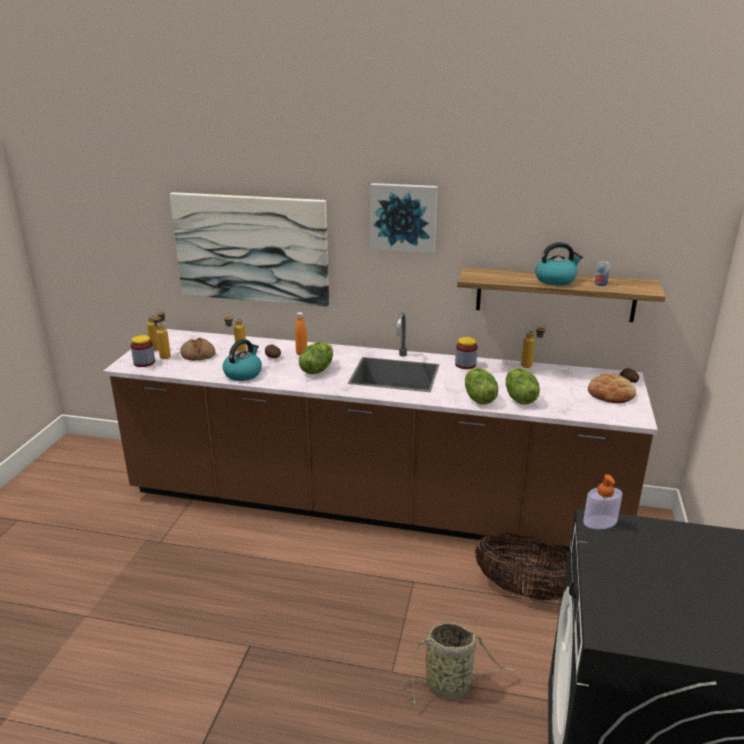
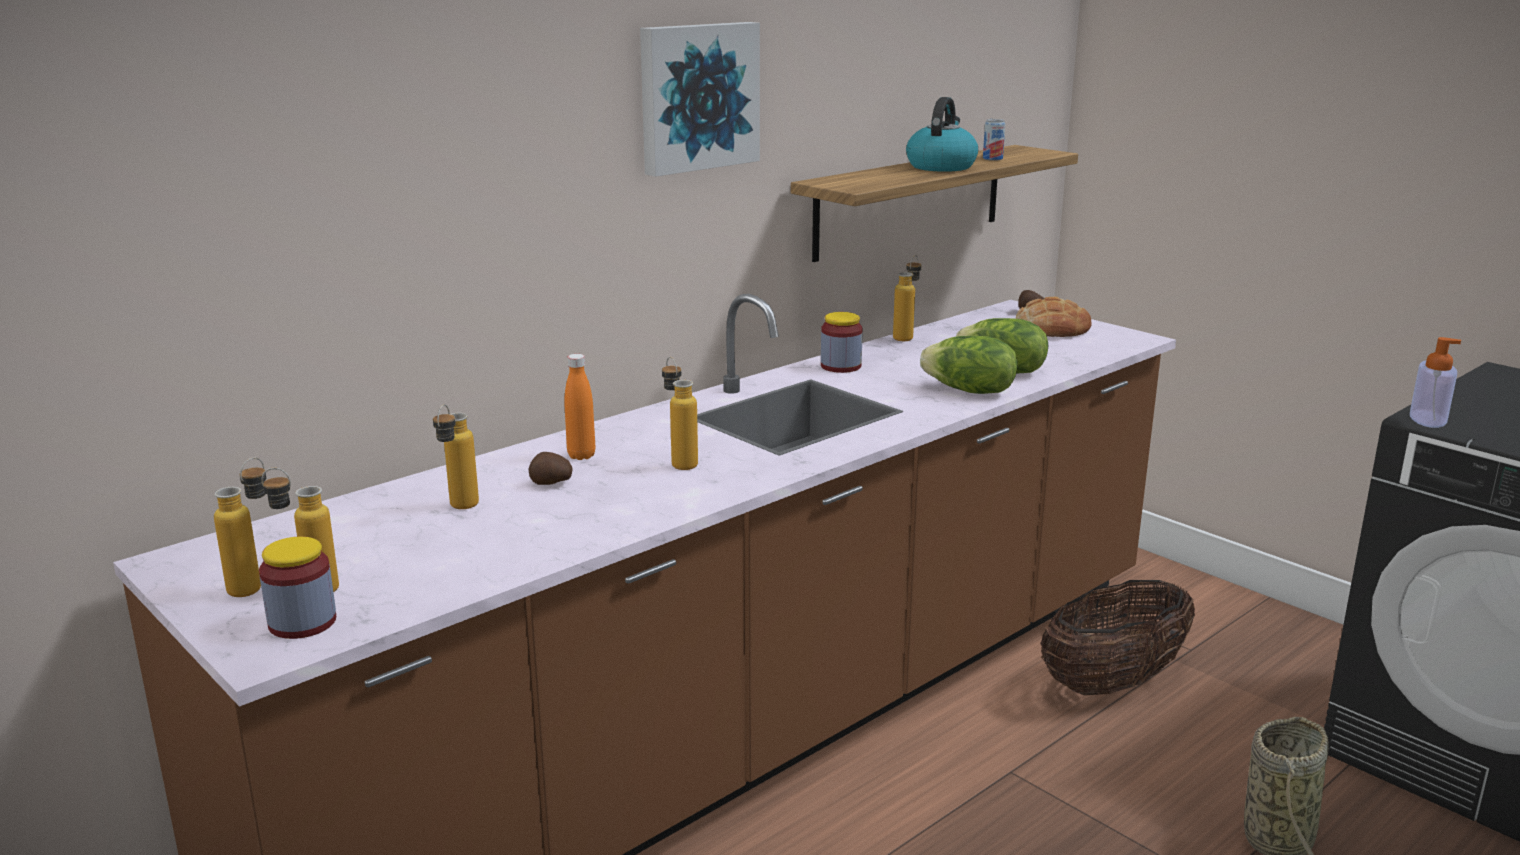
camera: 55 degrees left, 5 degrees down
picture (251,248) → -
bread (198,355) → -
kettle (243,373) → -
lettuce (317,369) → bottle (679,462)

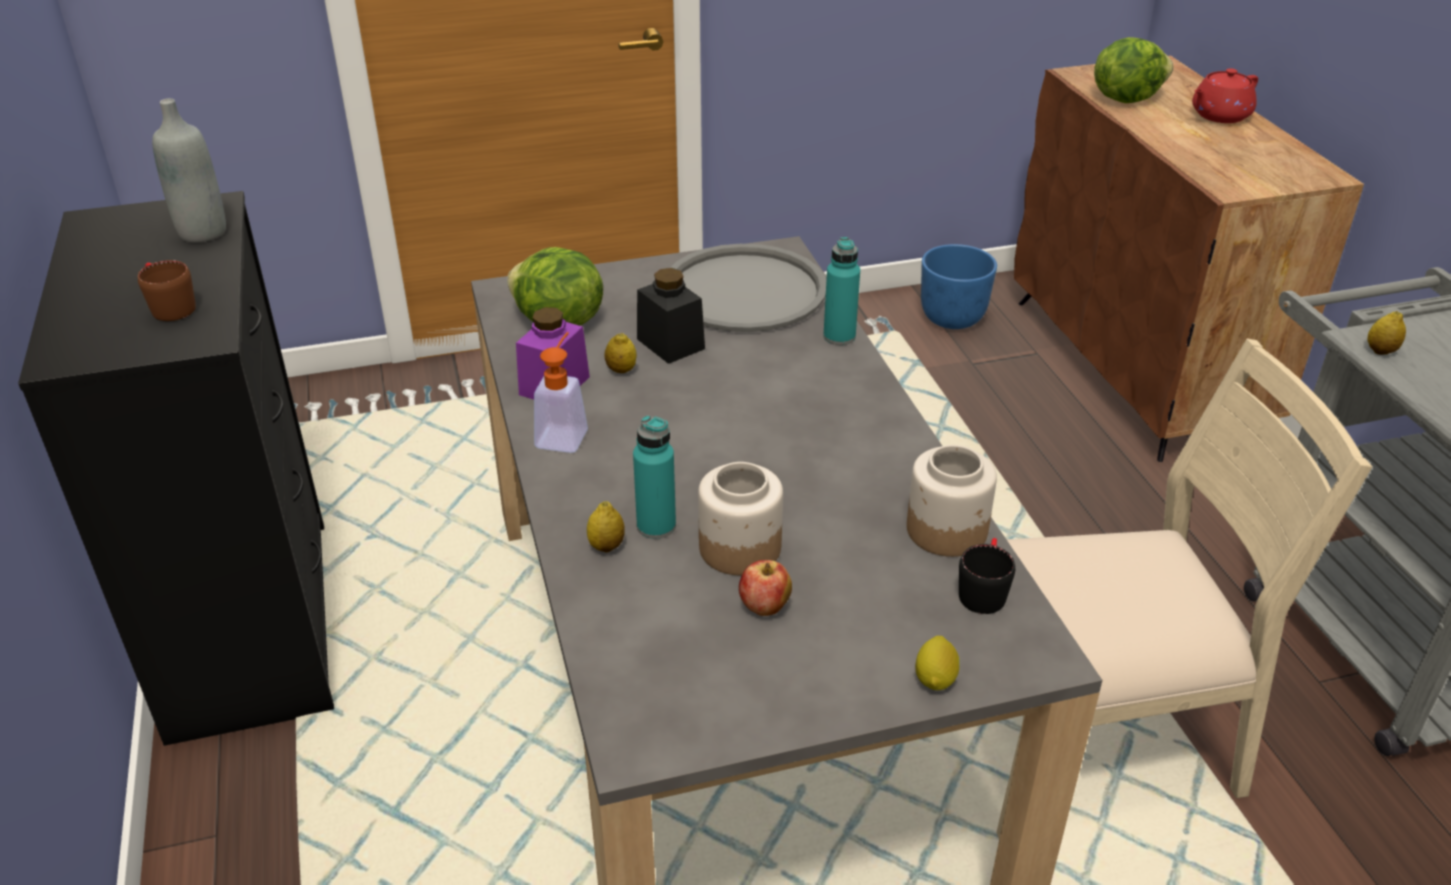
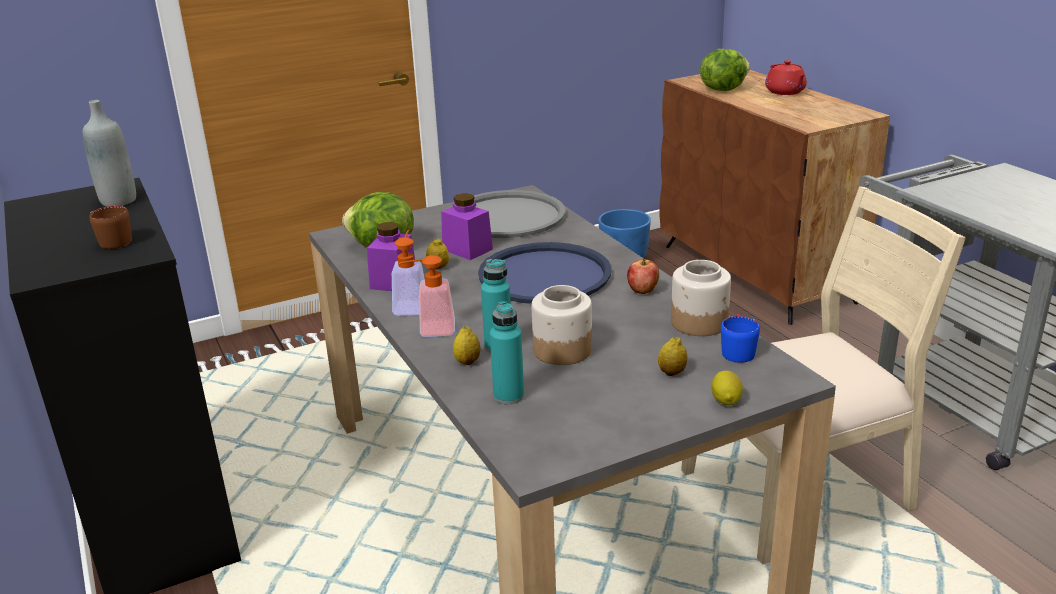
camera: 10 degrees left, 10 degrees down
jar in black (670,344) → jar in purple (467,249)
apple (764,607) → apple (642,291), shifted
bottle in turquoise (839,336) → bottle in turquoise (508,396), shifted
mug in black (983,590) → mug in blue (737,350)
teapot in red (1219,116) → teapot in red (785,92), 60 degrees counterclockwise
lemon (1380,351) → lemon (672,372), shifted
- → soap dispenser (430,330)
- → tray in blue (545,275)

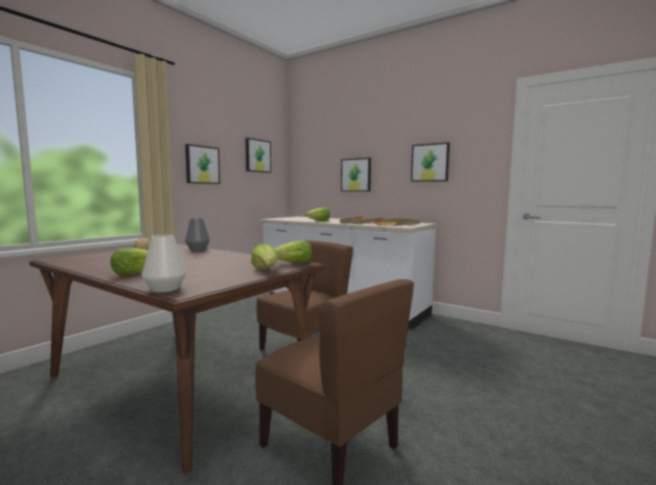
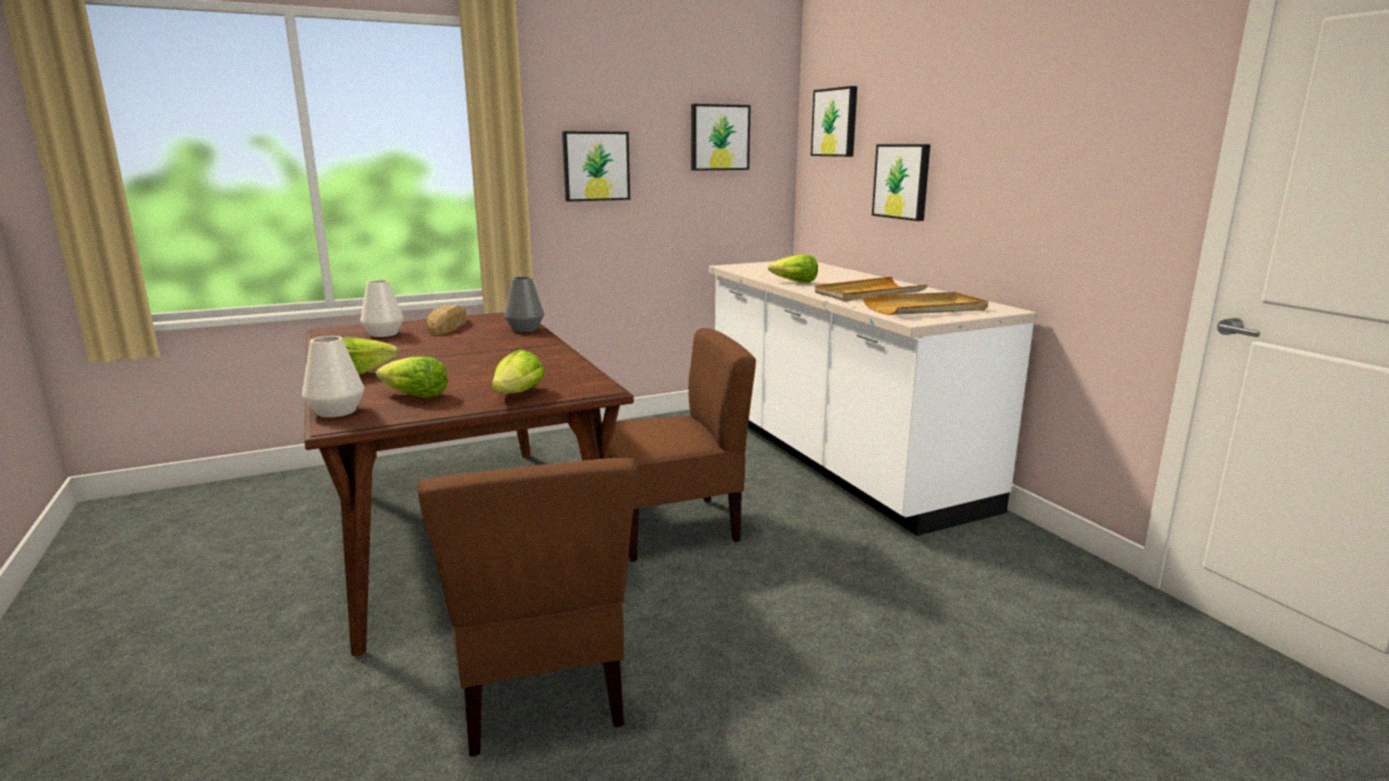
camera: 30 degrees right, 10 degrees up
lettuce (293,263) → lettuce (414,396), shifted
picture (430,162) → picture (835,122), shifted
- → vase in white (384,334)

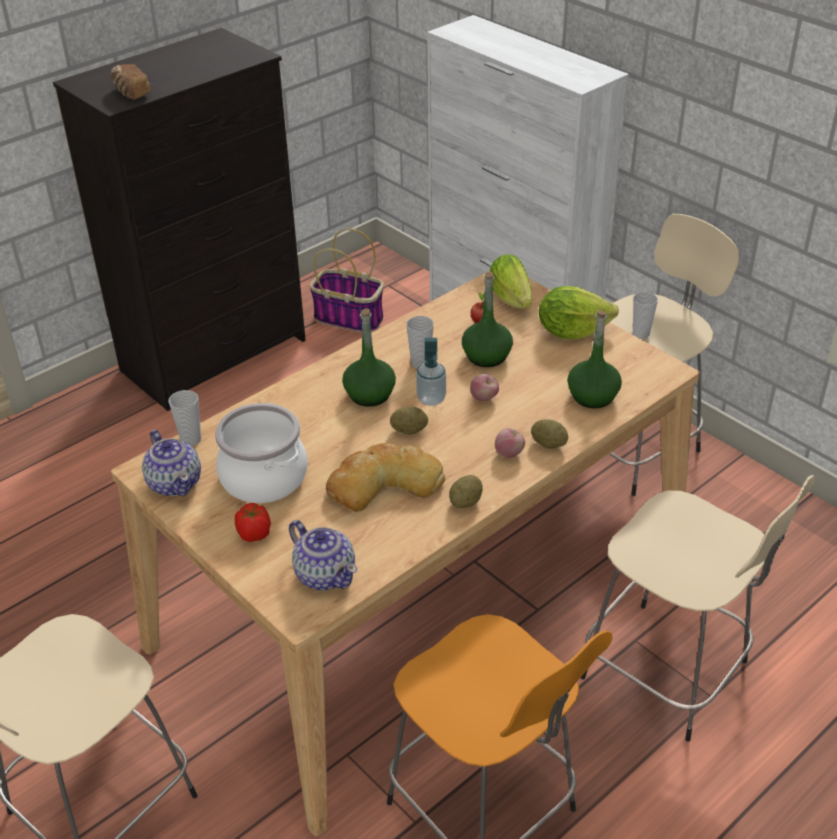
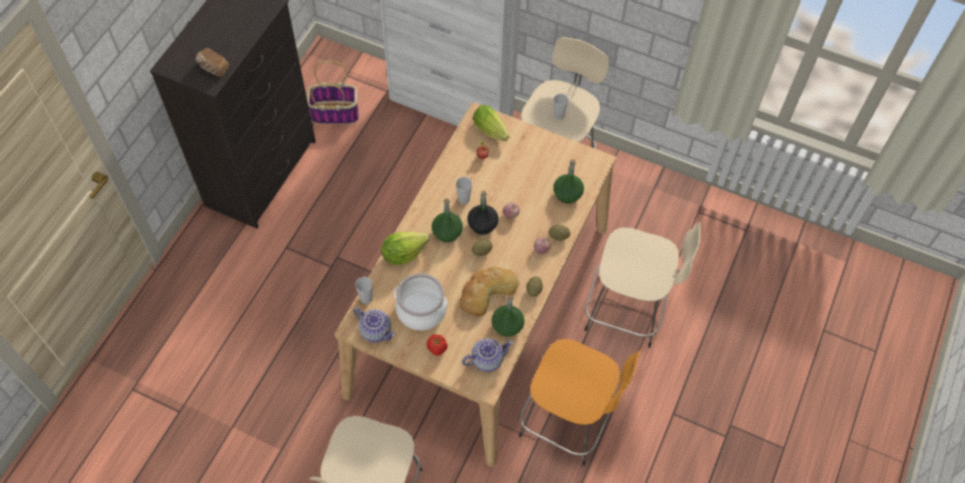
camera: 25 degrees left, 20 degrees up
teapot (325,574) → teapot (486,360), 45 degrees counterclockwise
soap dispenser (431,399) → bottle in black (482,224)
bottle in green (486,356) → bottle in green (507,326), shifted
lettuce (572,331) → lettuce (403,254), shifted

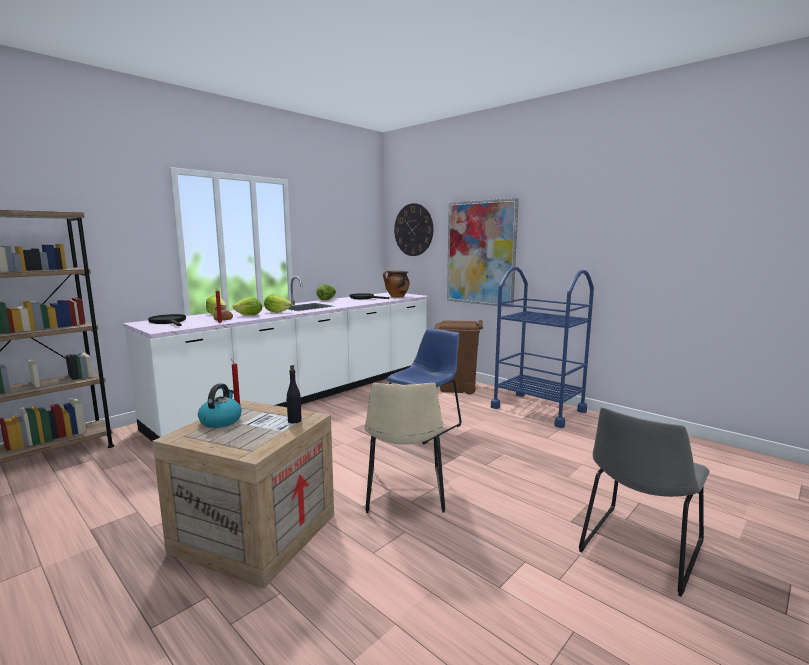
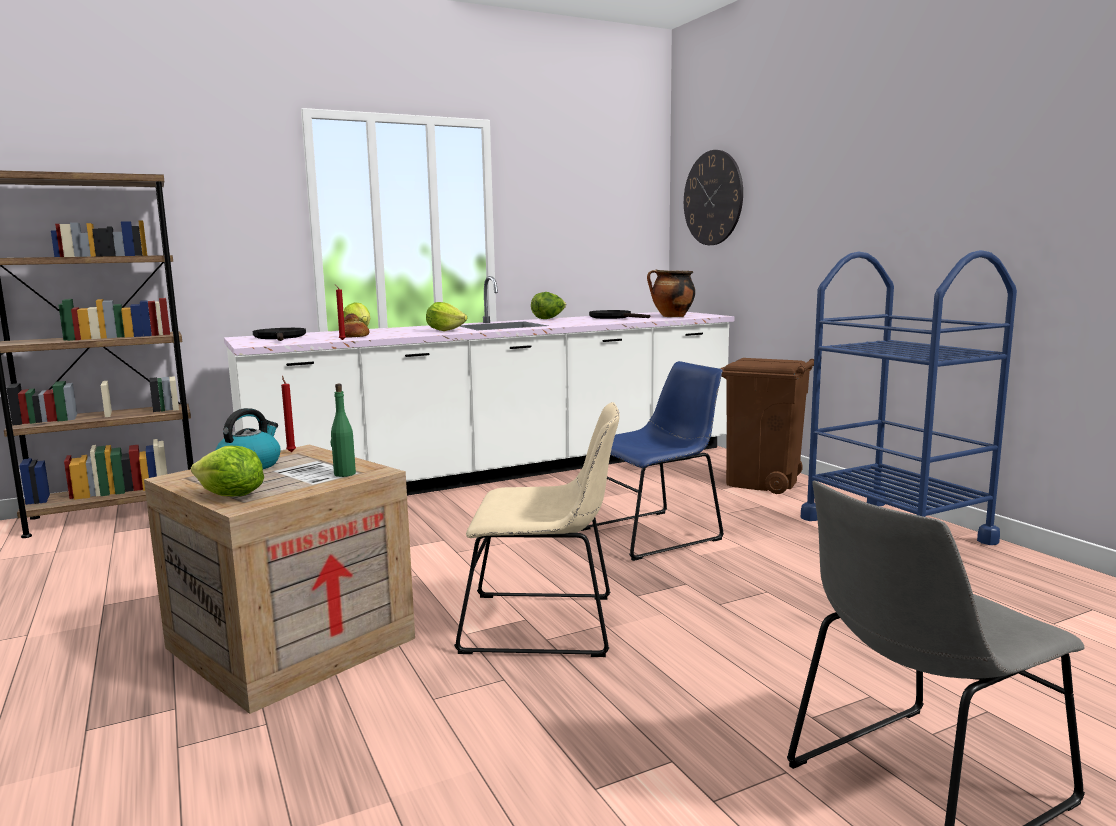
camera: 20 degrees right, 0 degrees up
lettuce (249,315) → lettuce (230,496), shifted
bottle in black (294,421) → bottle in green (344,474)
chair in beige (404,492) → chair in beige (546,624), 105 degrees counterclockwise
picture (480,253) → -

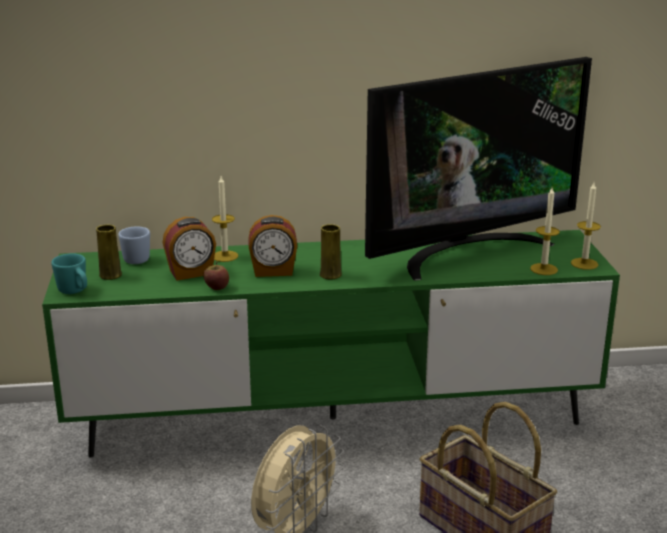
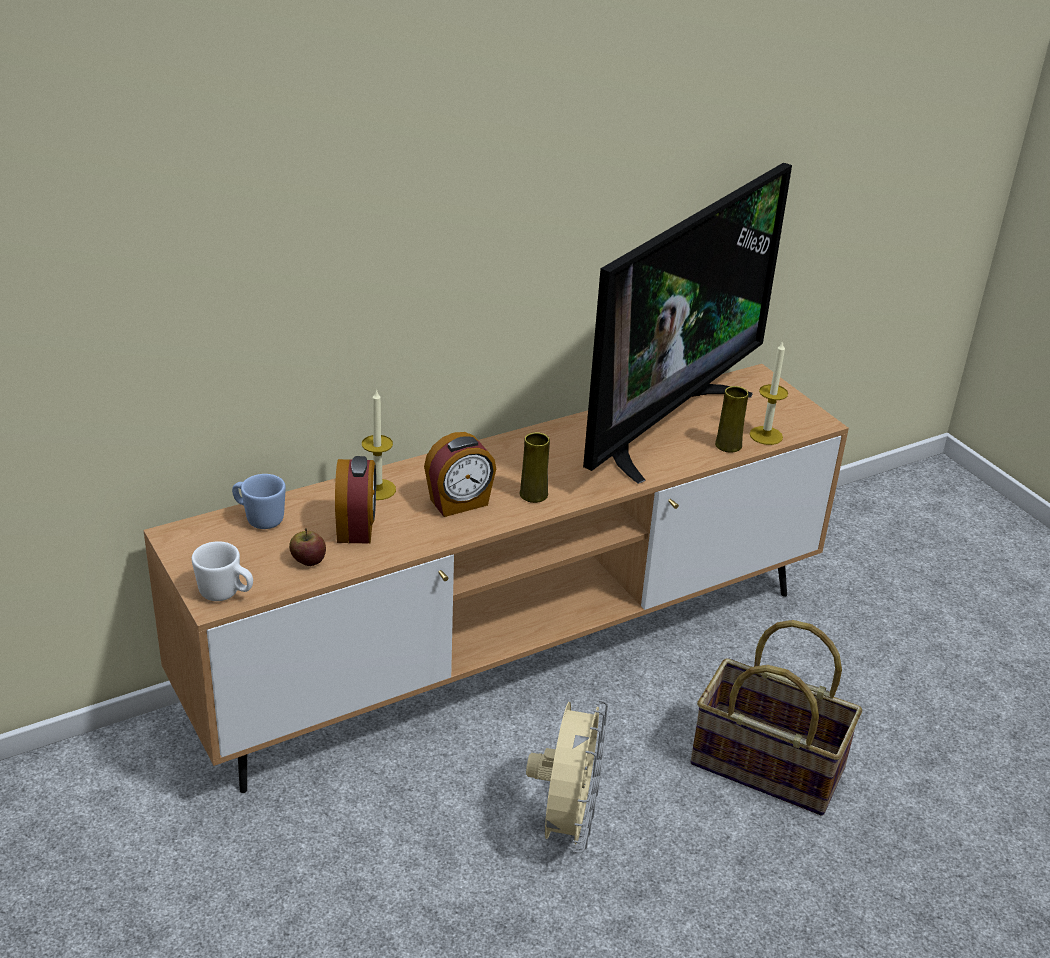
camera: 25 degrees left, 10 degrees up
tv stand in green (333,418) → tv stand in brown (513,654)
mug in turquoise (75,291) → mug in white (226,594)
vase in yellow (110,275) → vase in yellow (728,445), shifted
alarm clock (191,273) → alarm clock (357,528), 45 degrees counterclockwise
apple (216,287) → apple (308,560), shifted
candle (584,263) → -

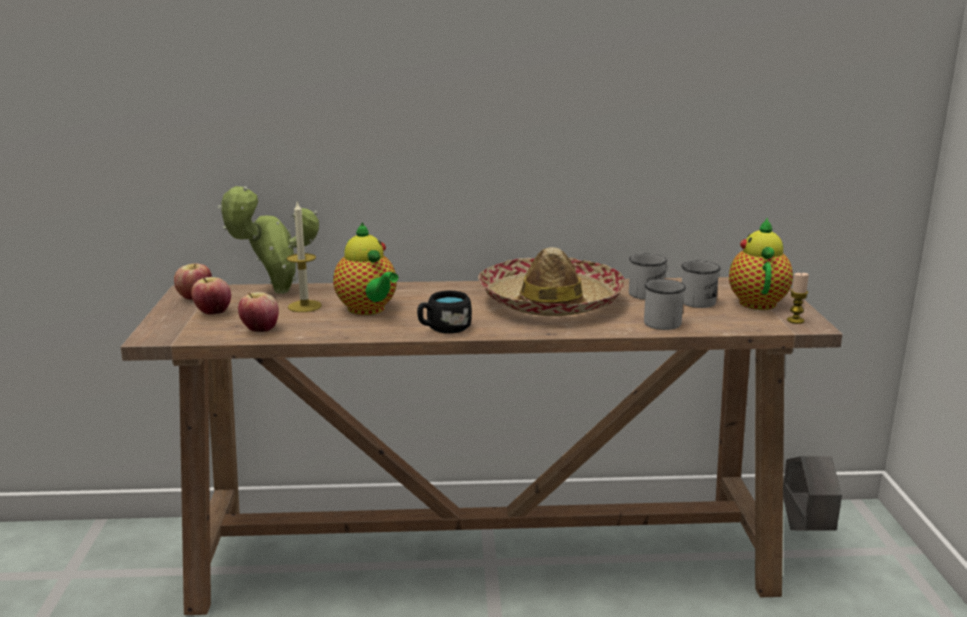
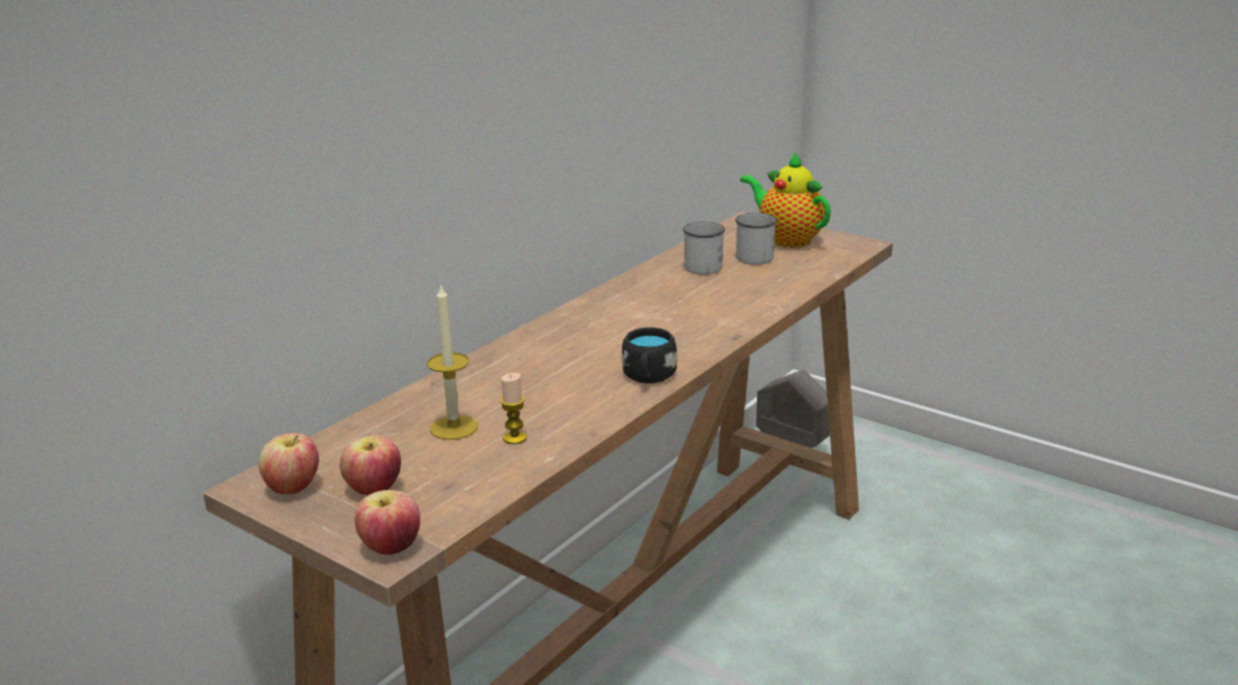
camera: 50 degrees left, 5 degrees up
potted plant (276,292) → -
apple (260,330) → apple (391,548), shifted
teapot (368,310) → -
hat (549,302) → -
mug in white (659,321) → -
candle (795,320) → candle (515,438), shifted

